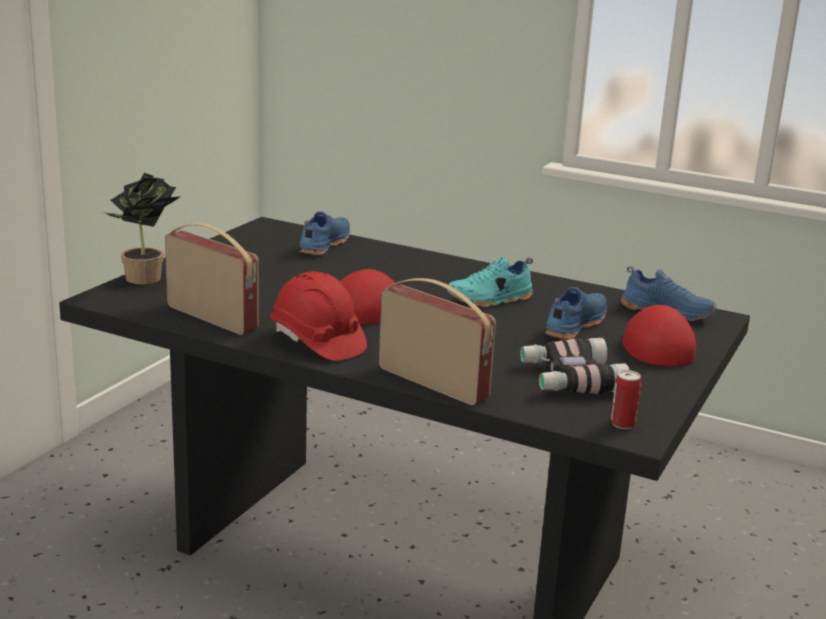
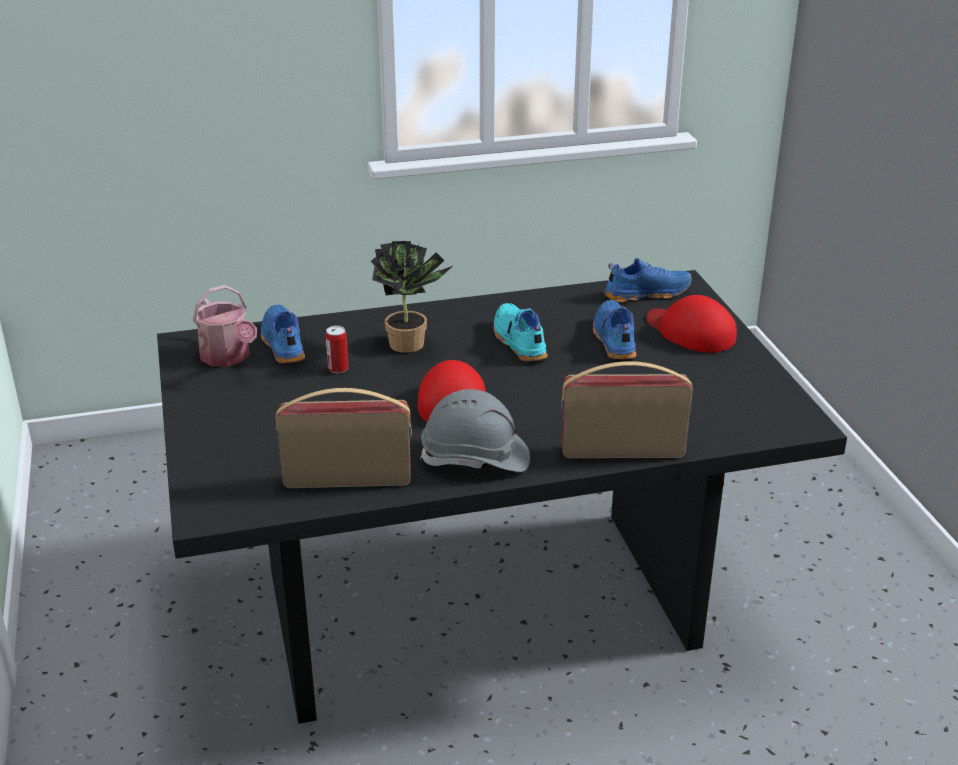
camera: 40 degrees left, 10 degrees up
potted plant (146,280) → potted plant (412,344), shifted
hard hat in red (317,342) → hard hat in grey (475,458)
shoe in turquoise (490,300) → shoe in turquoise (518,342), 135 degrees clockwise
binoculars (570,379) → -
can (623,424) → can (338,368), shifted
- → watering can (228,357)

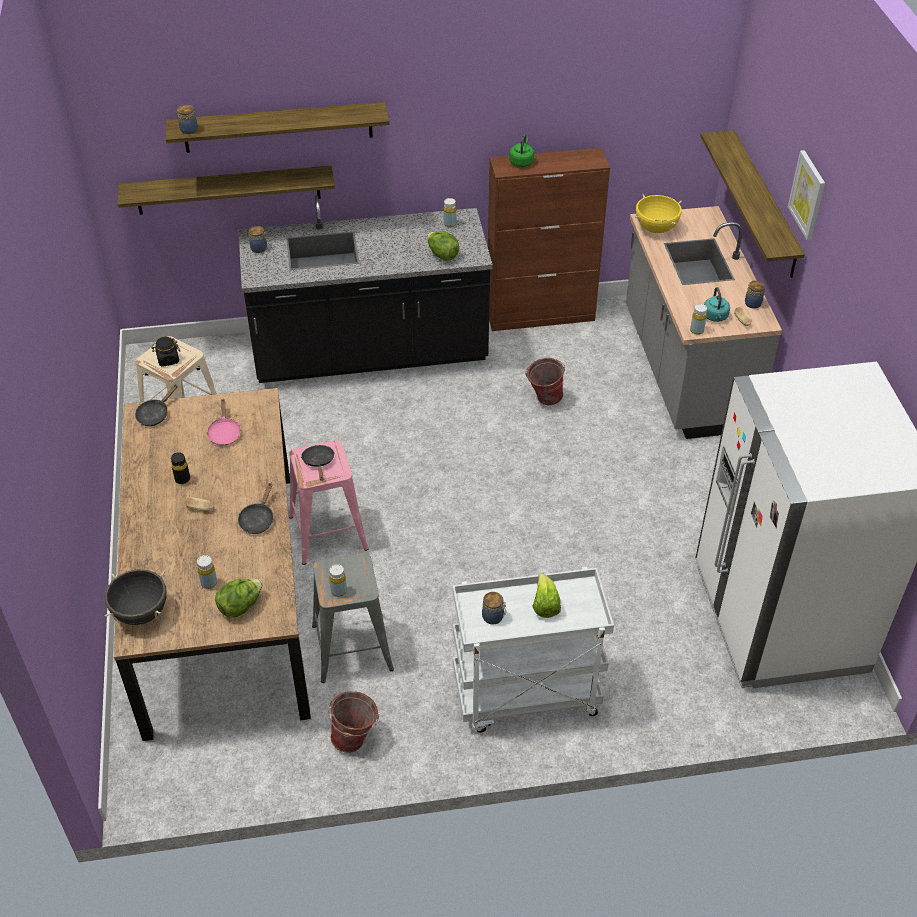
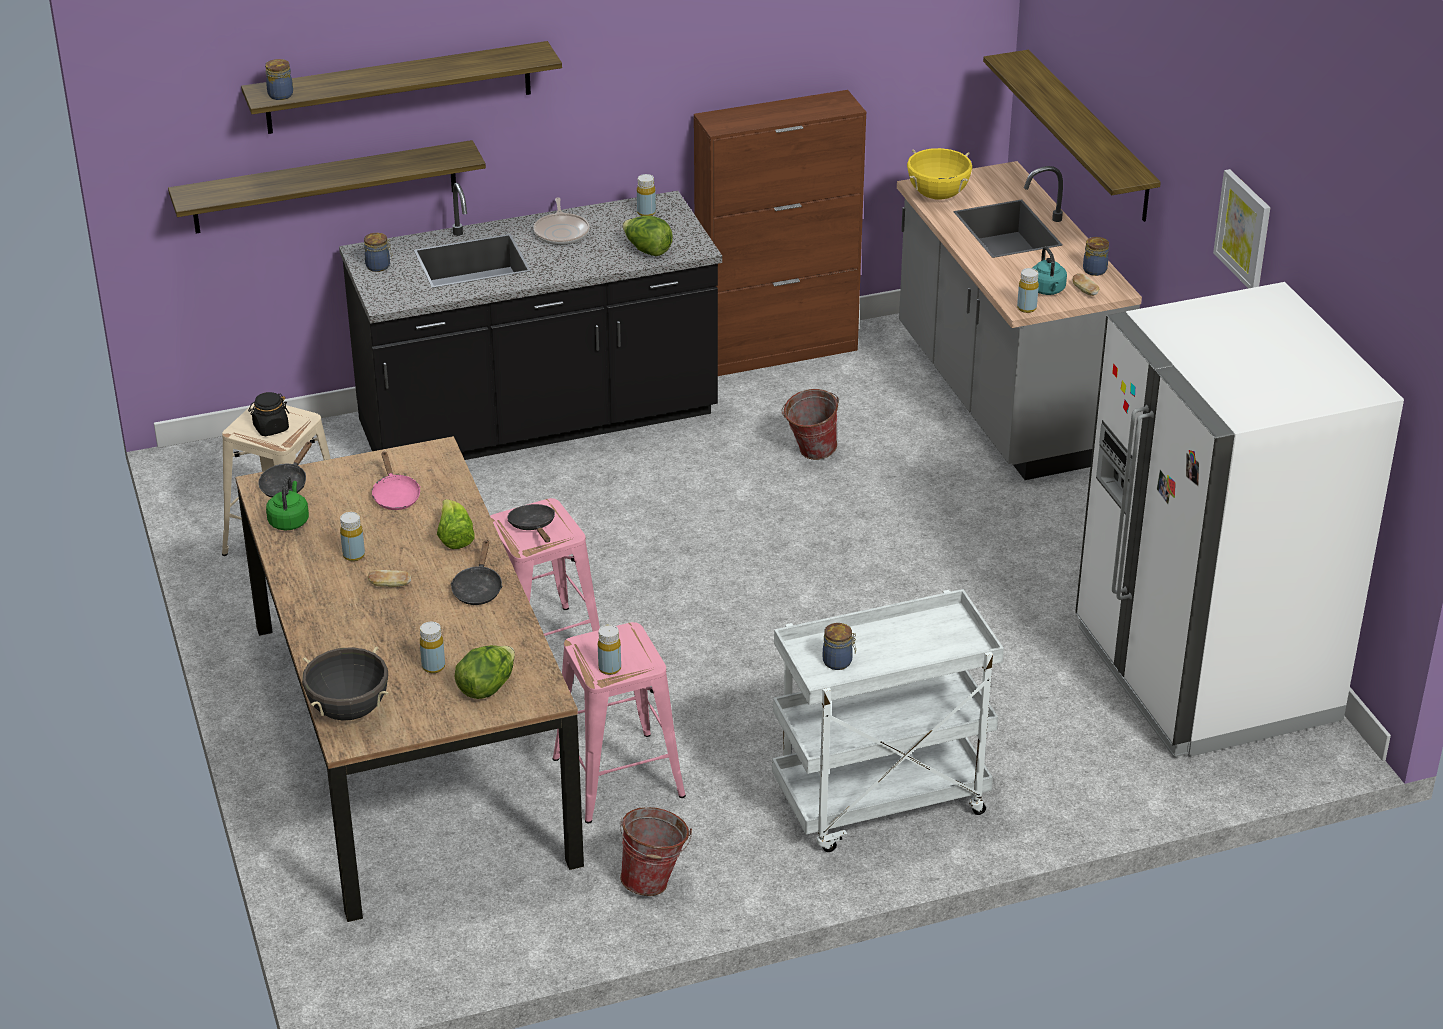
camera: 10 degrees left, 10 degrees down
bottle in black (182,480) → bottle in yellow (354,555)
stool in grey (353,647) → stool in pink (620,776)
kettle in green (521,162) → kettle in green (289,521), shifted
lettuce (545,605) → lettuce (454,538), shifted
picture (808,195) → picture (1244,230), shifted
- → frying pan (561,232)

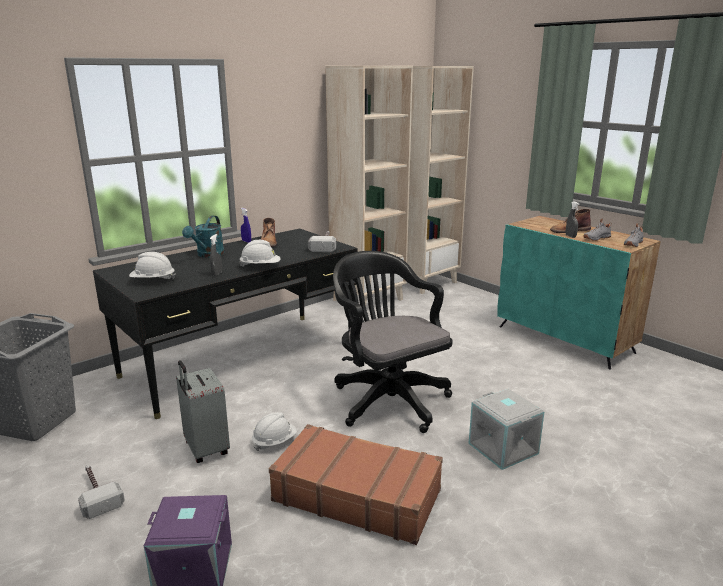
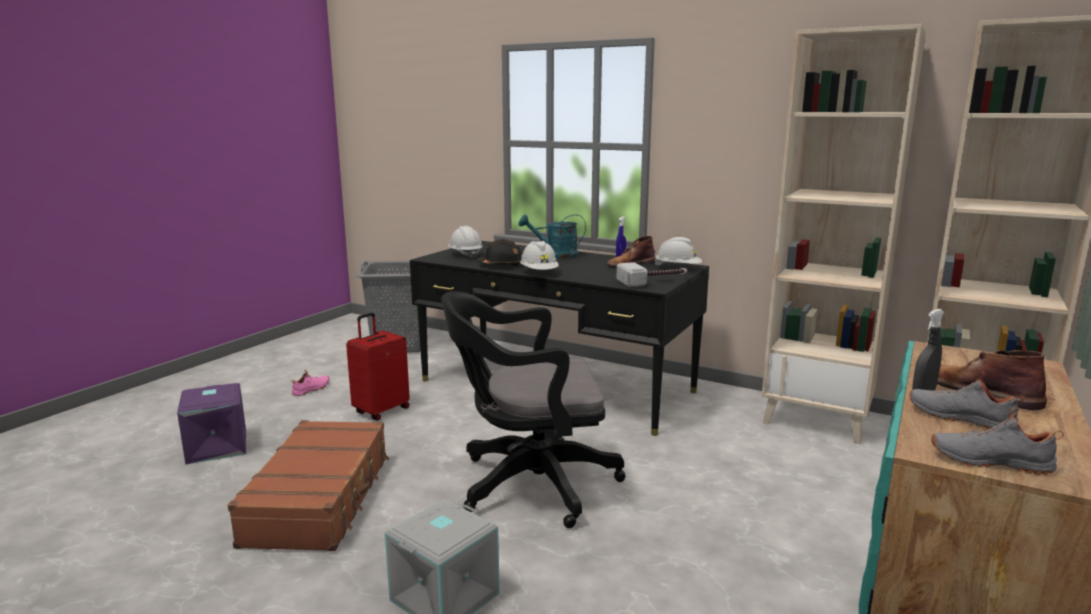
camera: 70 degrees right, 5 degrees down
hammer (97,493) → shoe in pink (311,389)
suitcase in grey (205,449) → suitcase in red (381,410)
spray bottle in grey (217,274) → hard hat in black (501,265)
hard hat in white (274,442) → hard hat in white (678,268), shifted
office chair in black (387,399) → office chair in black (529,483), 135 degrees counterclockwise

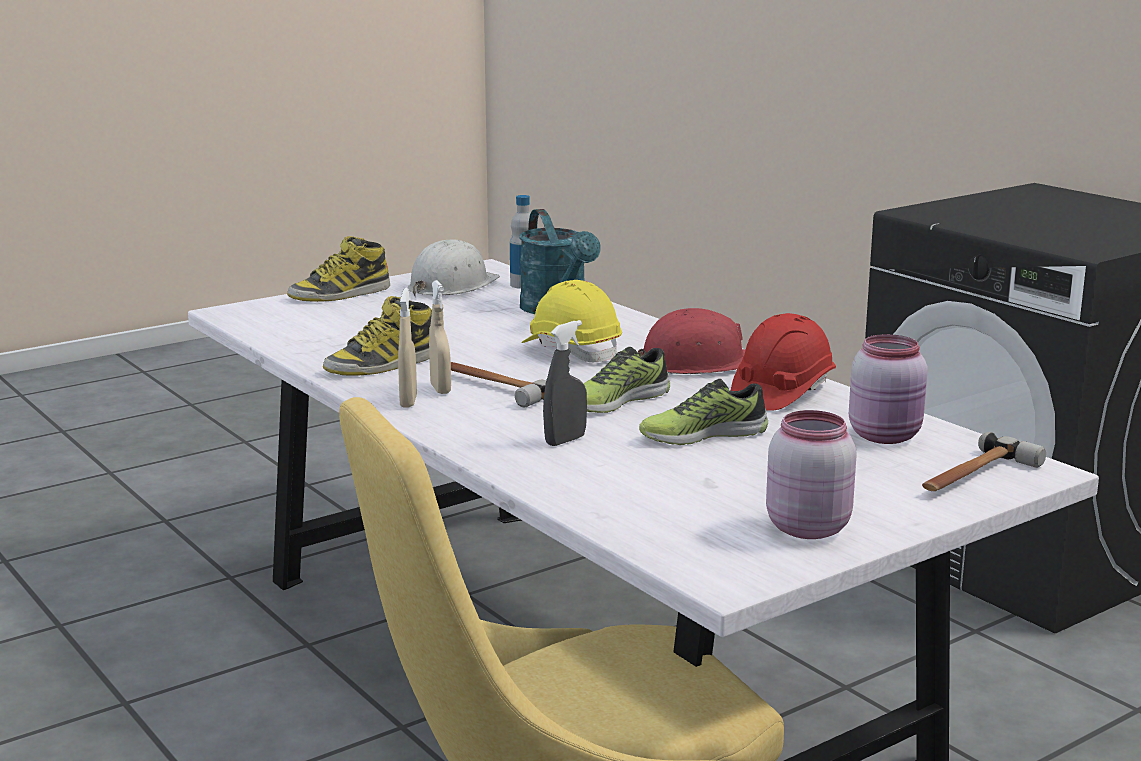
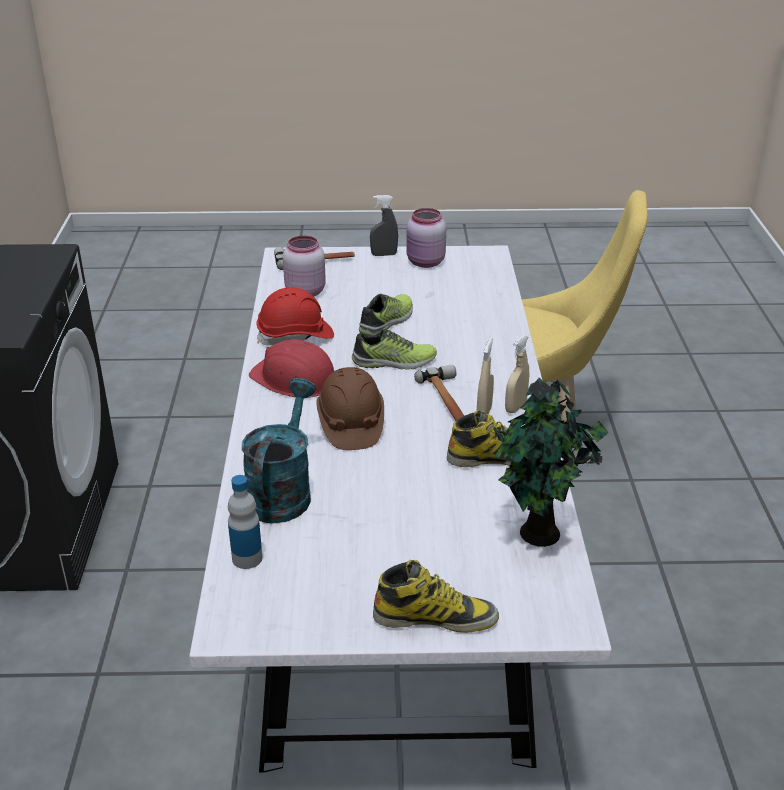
camera: 145 degrees left, 15 degrees up
hard hat in white (451,286) → -
hard hat in yellow (572,351) → hard hat in brown (350,425)
spray bottle in grey (565,440) → spray bottle in grey (384,254), shifted
shoe (702,435) → shoe (387,321), 75 degrees counterclockwise
- → potted plant (539,535)

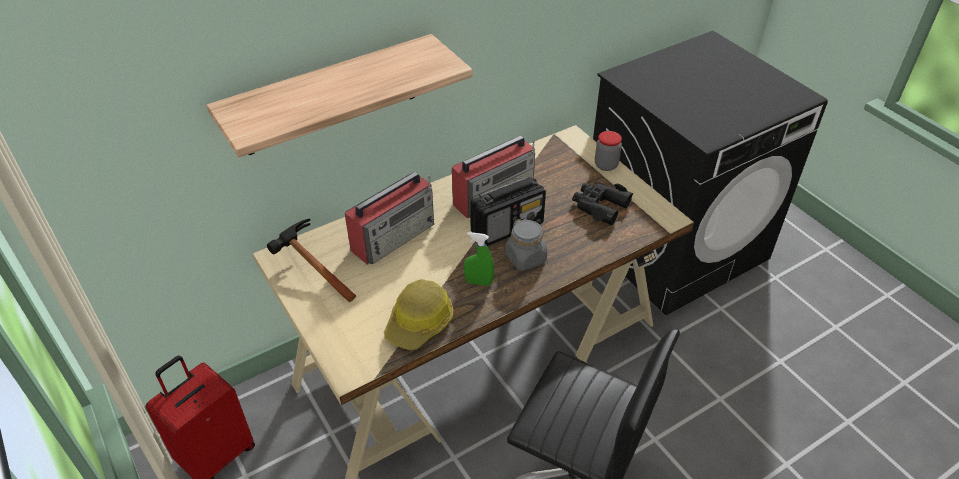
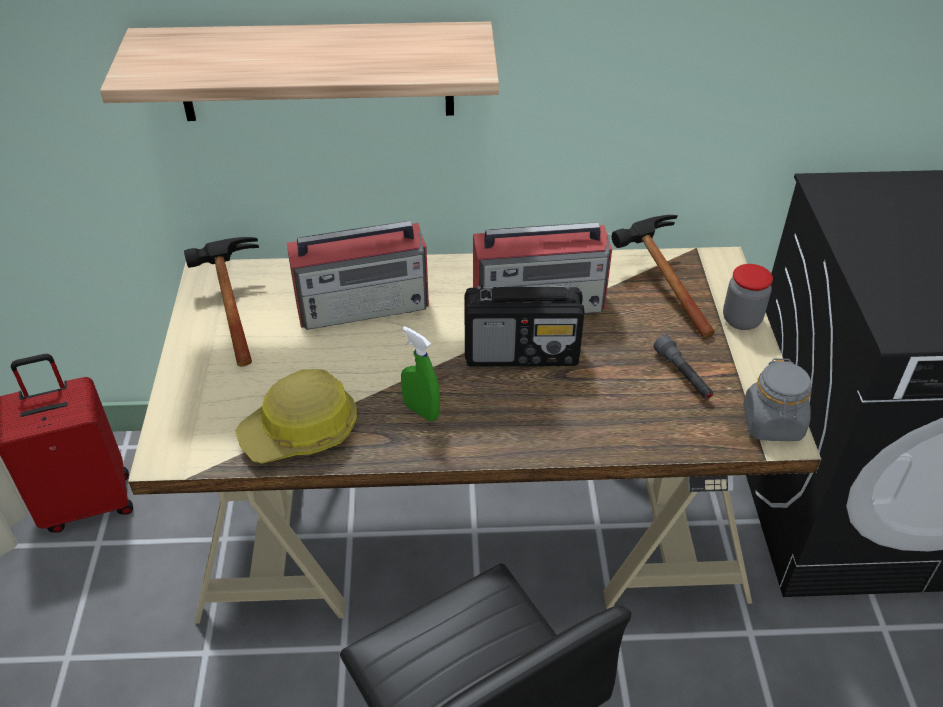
camera: 30 degrees right, 0 degrees up
jar in grey (526,258) → jar in grey (772,423), shifted
binoculars in black (599,206) → flashlight in grey (683,375)
- → hammer (657,284)

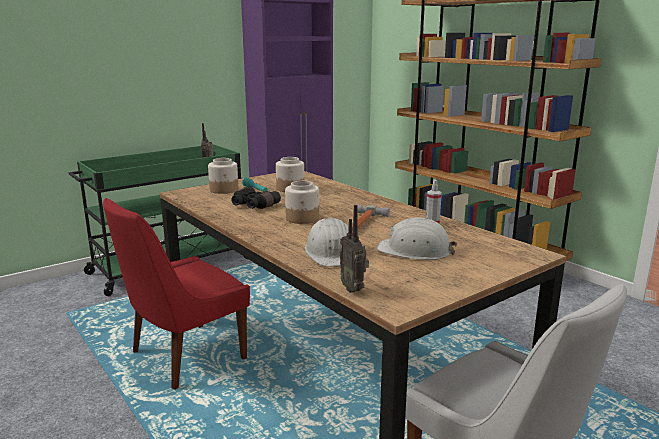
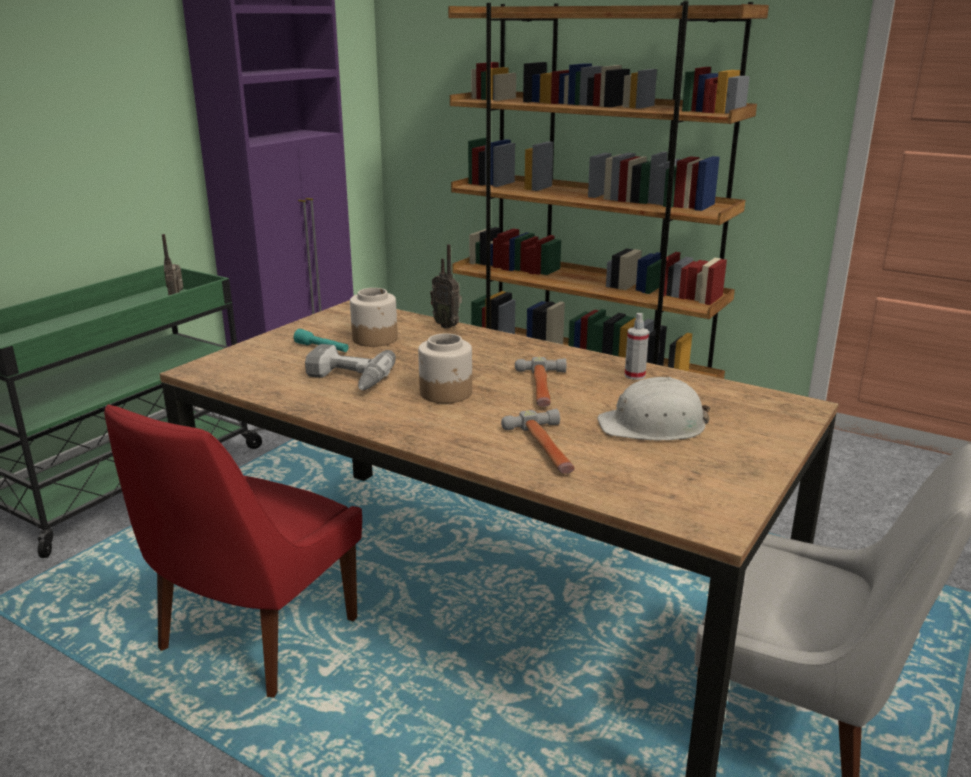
camera: 20 degrees left, 5 degrees up
jar (224,190) → -
binoculars in black (253,205) → power drill (346,379)
hard hat in white (332,253) → hammer (546,449)
radio (353,289) → radio (447,326), shifted

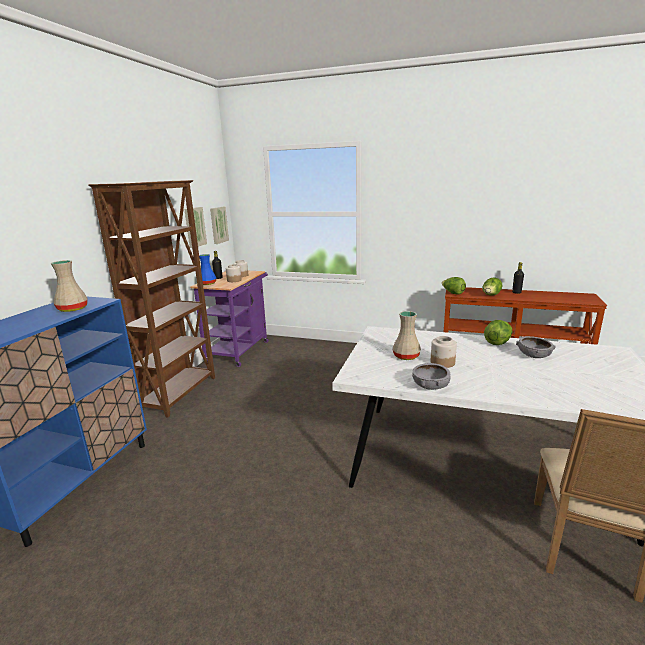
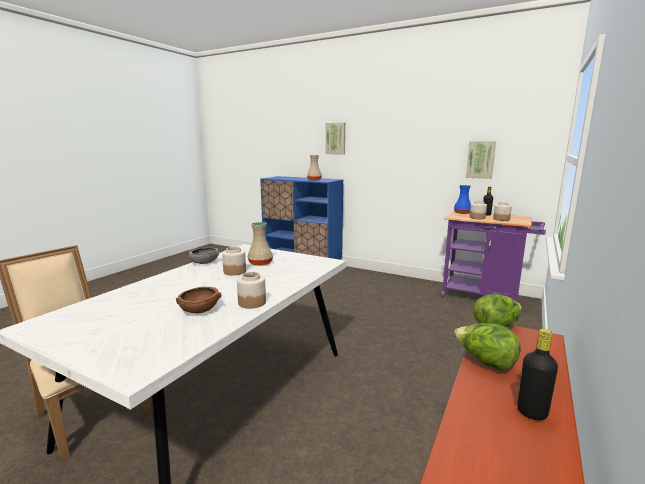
camera: 100 degrees right, 5 degrees down
bookcase in brown (180,393) → -
picture (218,225) → picture (335,138), shifted
lettuce (497,342) → jar (252,302)
bowl in grey (533,355) → bowl in brown (200,310)

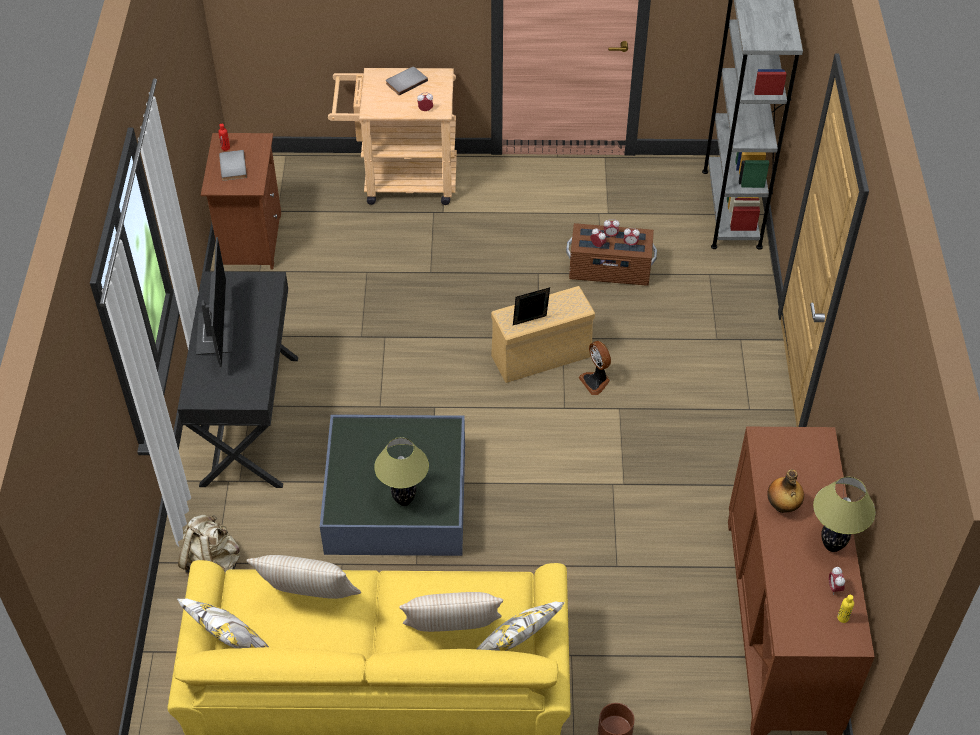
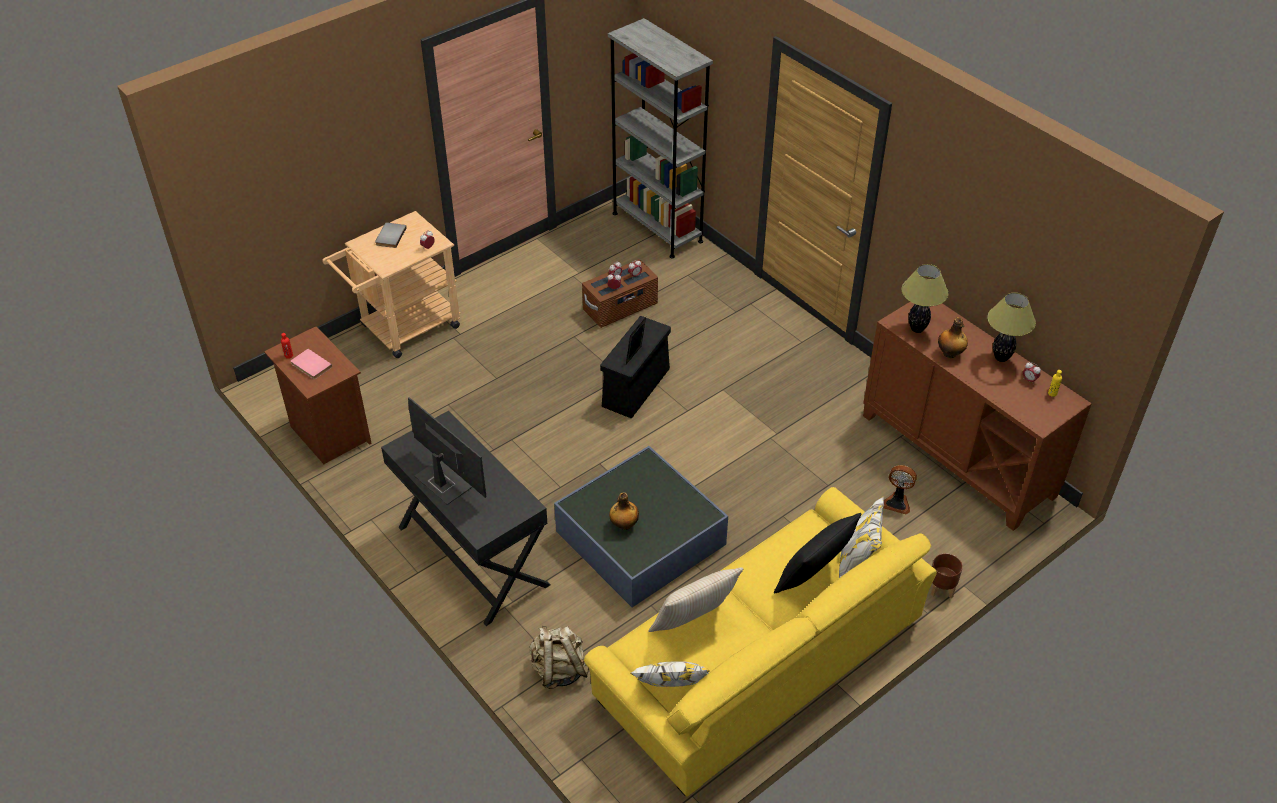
camera: 40 degrees left, 5 degrees down
book in grey (231,167) → book in pink (310,366)
table lamp (404,500) → table lamp (917,329), shifted
pillow in beige (453,635) → pillow in black (813,578)
storage box in beige (540,357) → storage box in black (635,388)
fan (596,381) → fan (897,502), shifted
- → bottle (624,525)

